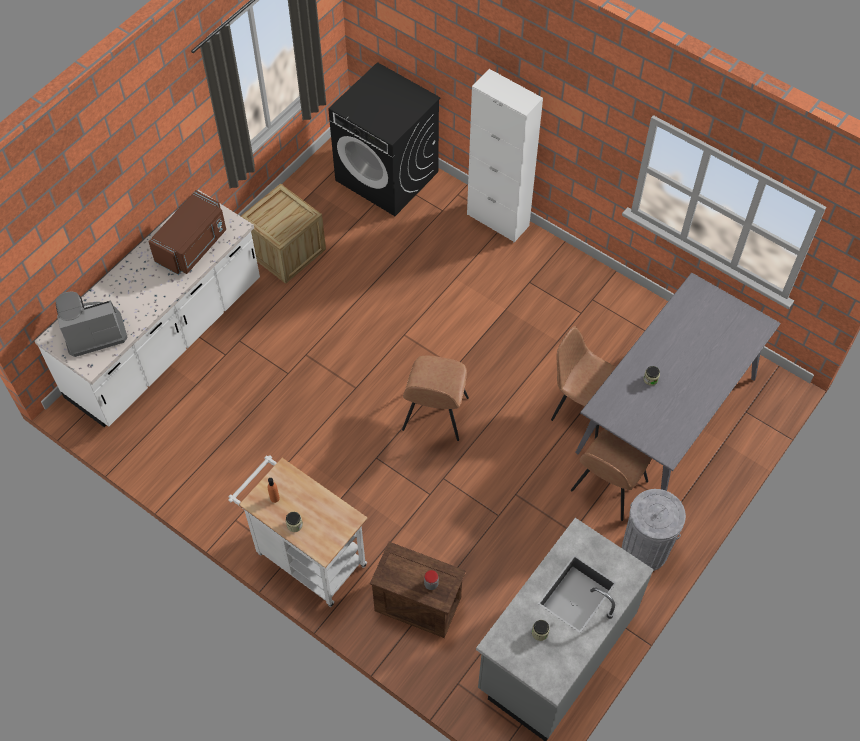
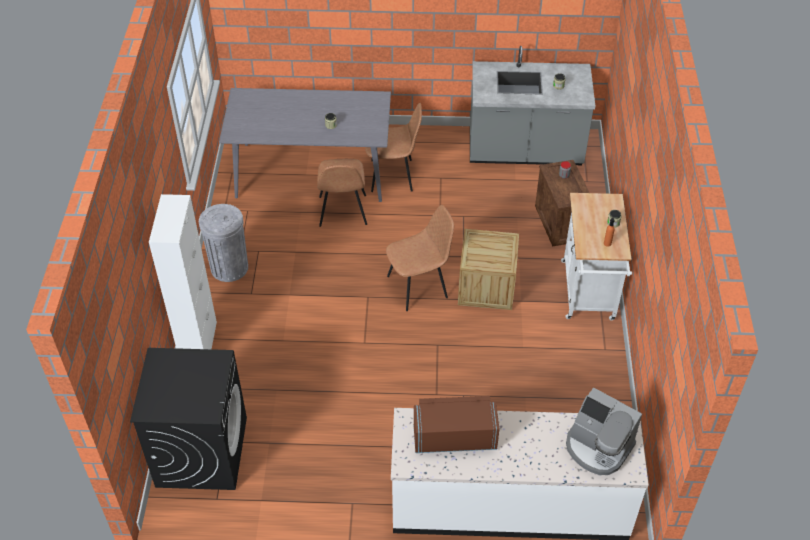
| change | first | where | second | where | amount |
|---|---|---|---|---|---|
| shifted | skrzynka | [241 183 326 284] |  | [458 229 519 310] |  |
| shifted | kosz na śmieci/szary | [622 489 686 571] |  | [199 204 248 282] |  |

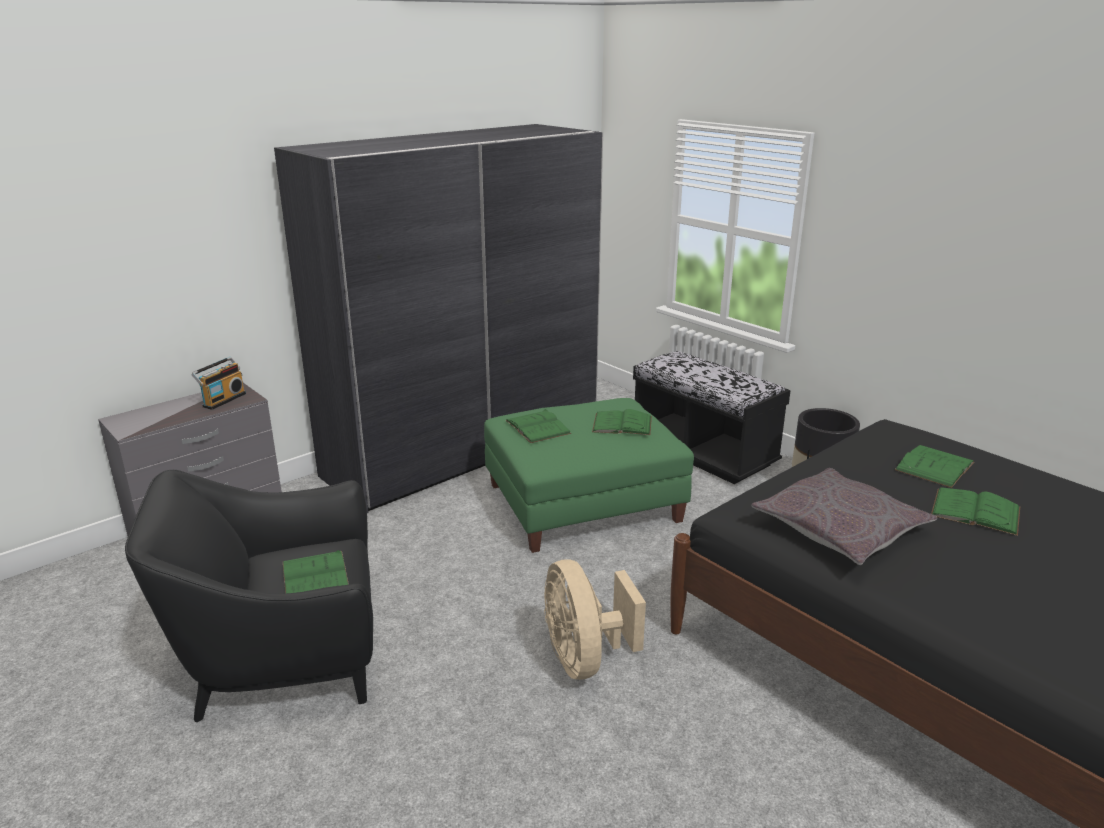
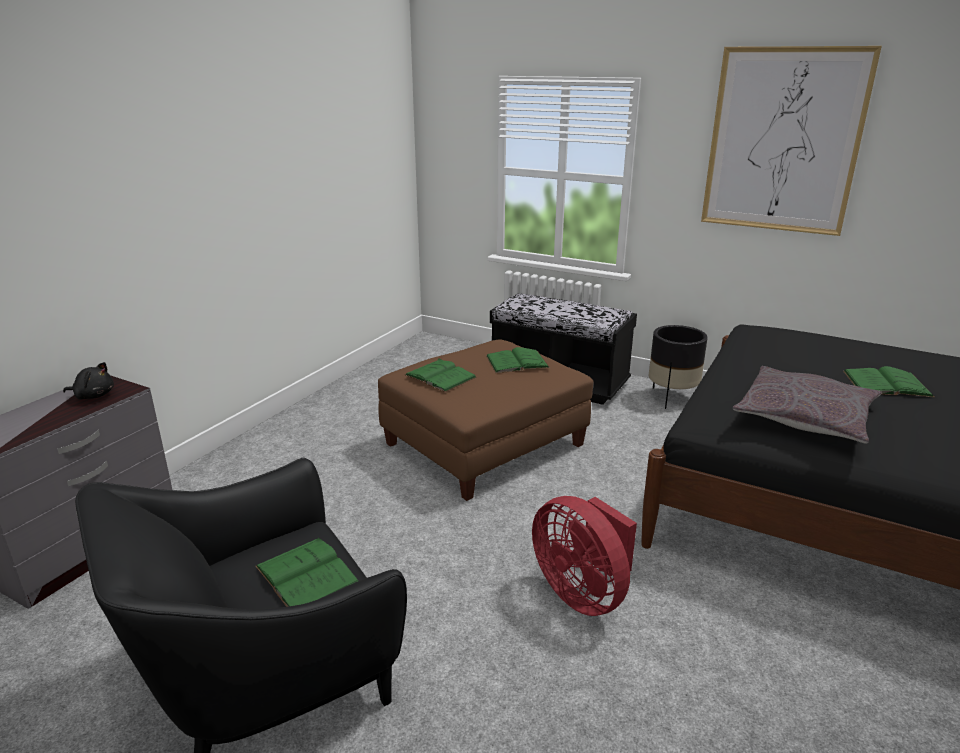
| change | first | where | second | where | amount |
|---|---|---|---|---|---|
| gone | szafa/szary | [274 124 603 513] |  |  |  |
| swapped | radio | [192 357 246 410] | pluszak/czarny | [63 362 114 399] |  |
| repainted | pufa/zielony | [484 398 694 553] | pufa/brązowy | [378 339 594 501] |  |
| gone | książka/zielony | [895 445 974 488] |  |  |  |
| repainted | wentylator/beżowy | [544 559 646 680] | wentylator/czerwony | [532 496 637 616] |  |
| new |  |  | obraz | [701 46 882 236] |  |

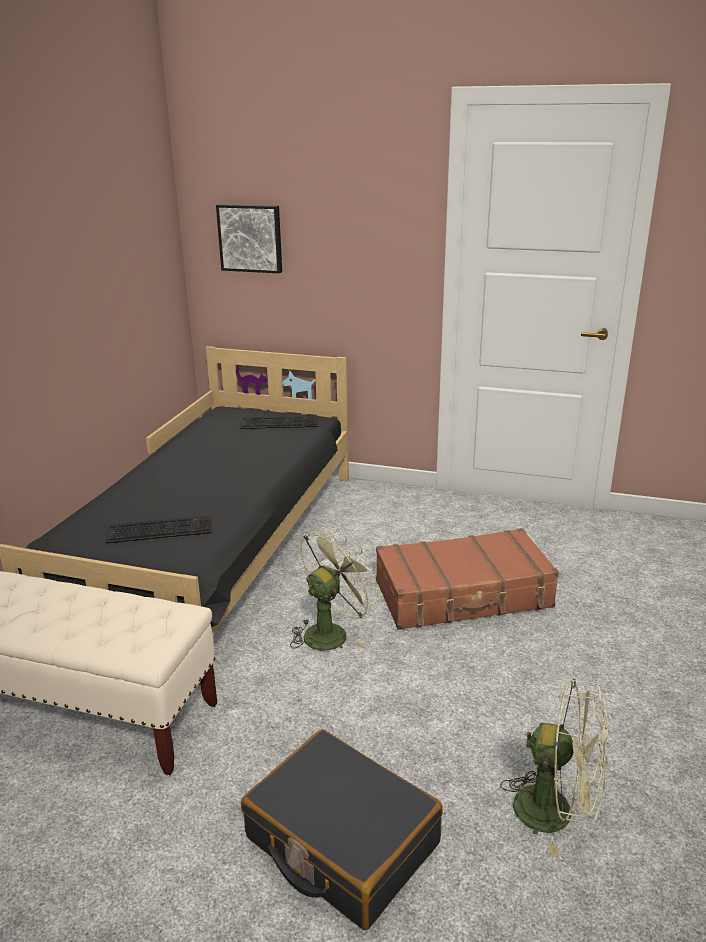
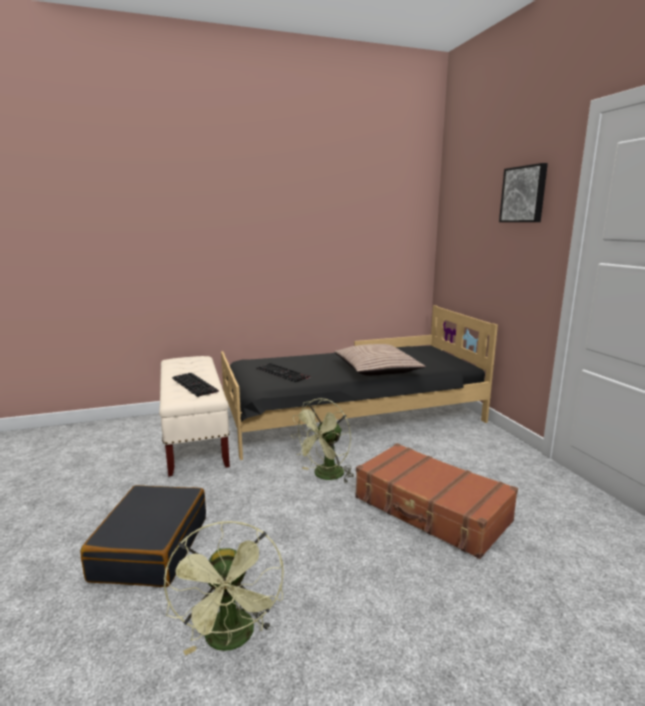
| change | first | where | second | where | amount |
|---|---|---|---|---|---|
| shifted | obraz | [216 204 282 274] |  | [499 163 548 222] |  |
| shifted | klawiatura | [240 416 318 429] |  | [172 373 219 397] |  |
| rotated | wentylator/zielony | [290 527 380 651] |  | [291 398 354 484] | 120 degrees clockwise |
| new |  |  | poduszka | [334 344 426 376] |  |

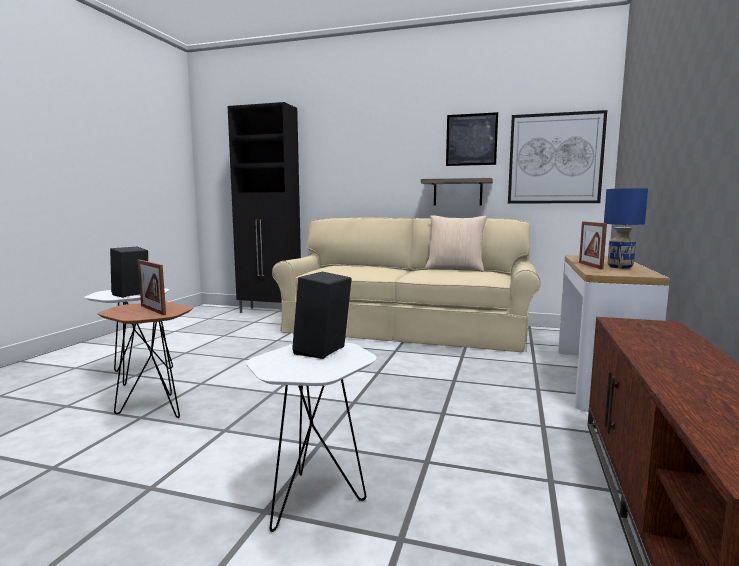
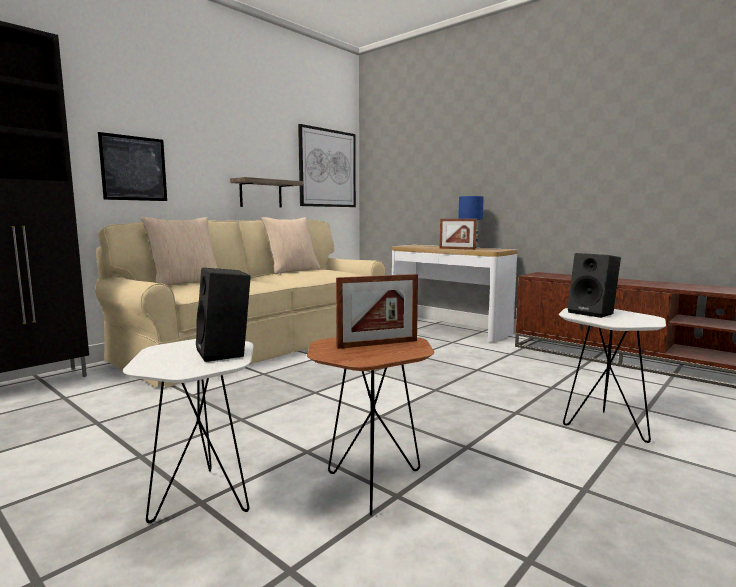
| change | first | where | second | where | amount |
|---|---|---|---|---|---|
| shifted | obraz | [446 112 498 166] |  | [98 132 167 201] |  |
| new |  |  | poduszka/beżowy | [141 217 218 285] |  |

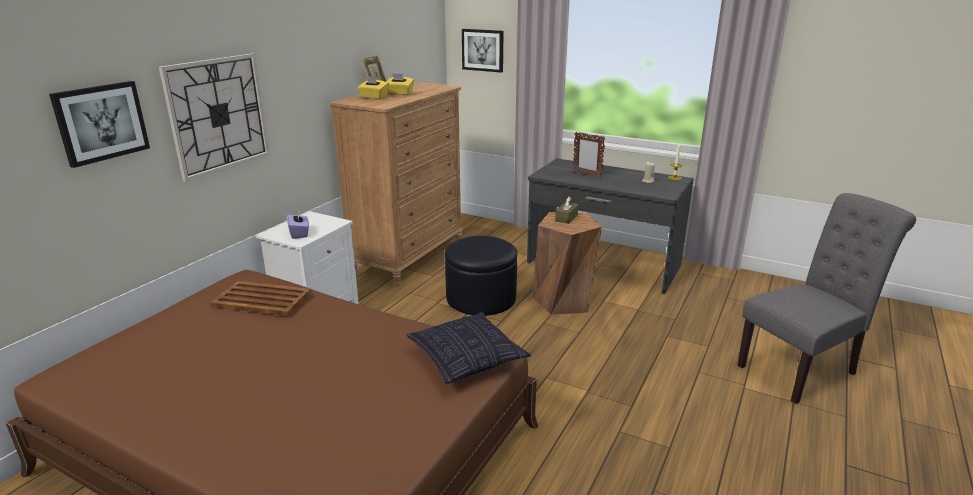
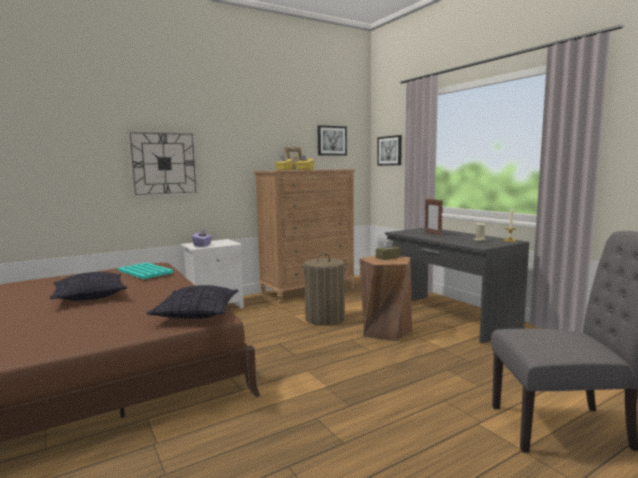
| change | first | where | second | where | amount |
|---|---|---|---|---|---|
| shifted | obraz | [49 81 150 168] |  | [317 125 347 156] |  |
| swapped | pufa/czarny | [445 236 517 316] | kosz na pranie | [299 253 349 326] |  |
| repainted | taca/brązowy | [210 281 311 316] | taca/turkusowy | [118 263 174 279] |  |
| new |  |  | poduszka | [50 272 127 301] |  |

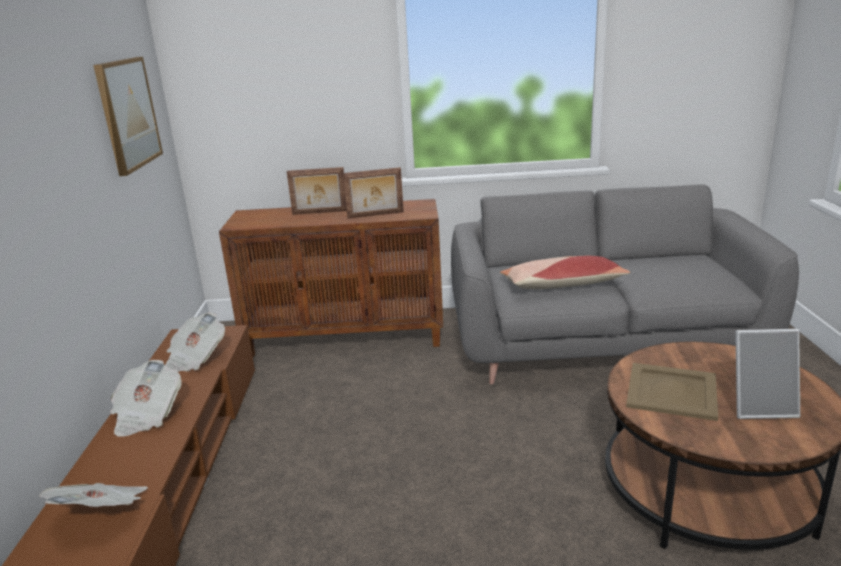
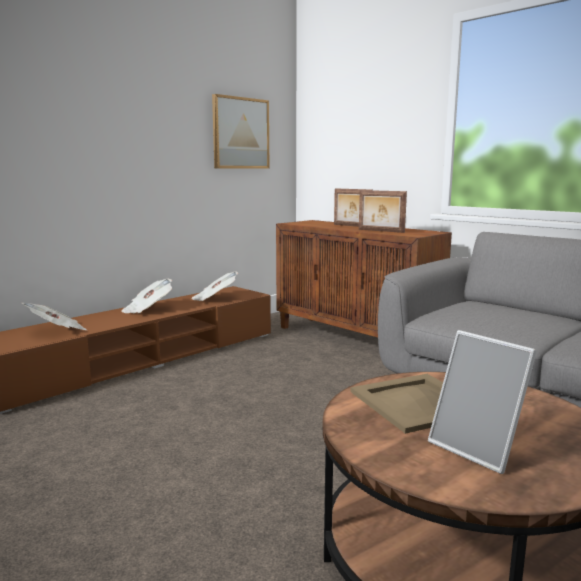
| change | first | where | second | where | amount |
|---|---|---|---|---|---|
| gone | poduszka | [500 256 631 289] |  |  |  |

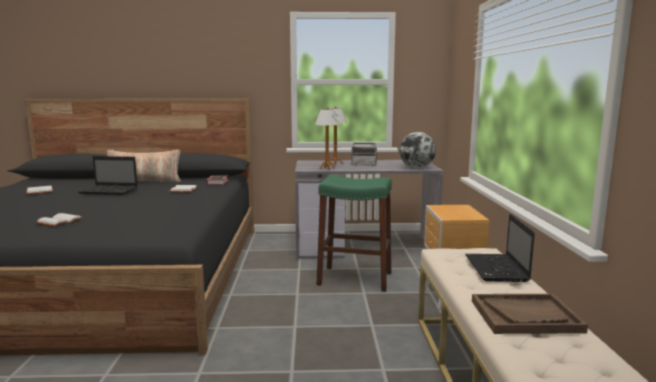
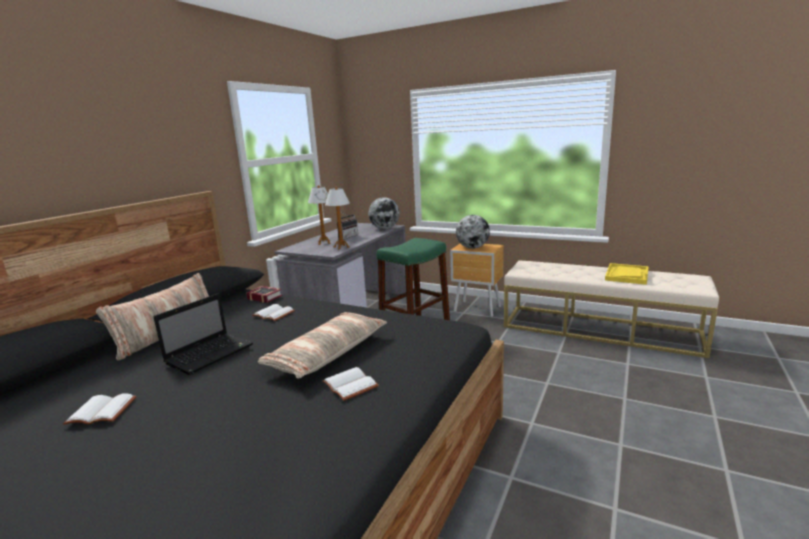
| change | first | where | second | where | amount |
|---|---|---|---|---|---|
| gone | laptop | [465 214 535 282] |  |  |  |
| repainted | taca/brązowy | [472 294 588 334] | taca/żółty | [605 263 649 285] |  |
| new |  |  | globus | [456 215 490 249] |  |
| new |  |  | poduszka | [258 312 387 378] |  |

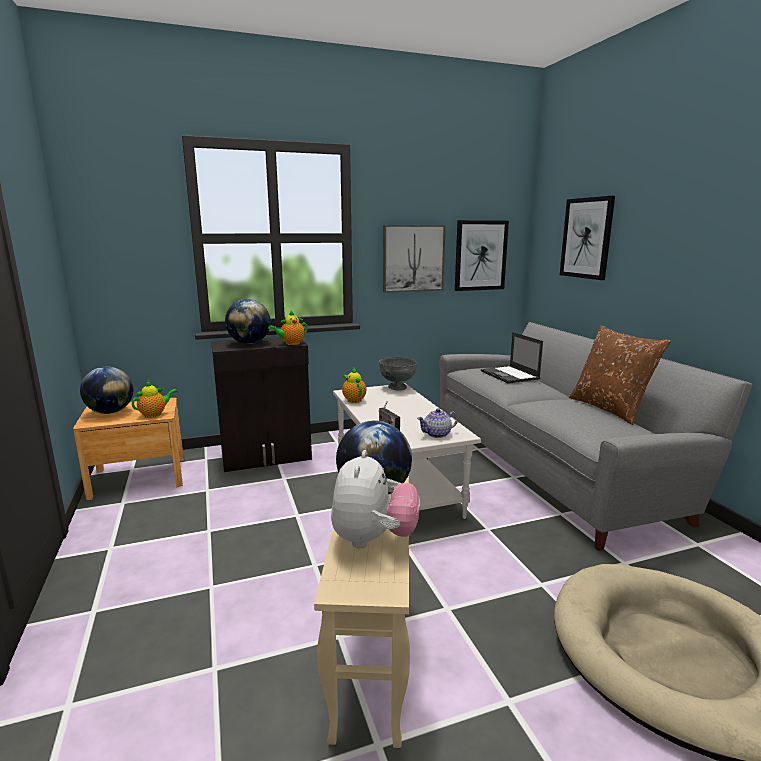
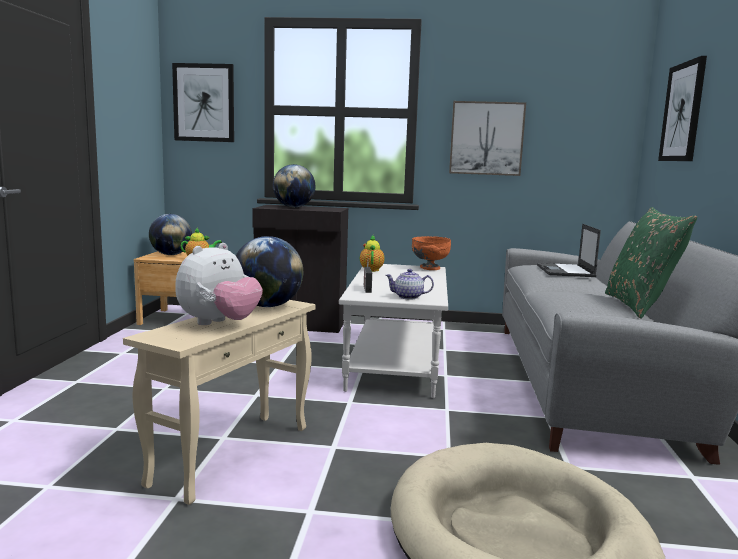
| change | first | where | second | where | amount |
|---|---|---|---|---|---|
| shifted | obraz | [455 220 509 291] |  | [172 63 234 142] |  |
| gone | imbryk | [268 311 308 345] |  |  |  |
| repainted | poduszka/brązowy | [569 325 671 425] | poduszka/zielony | [605 207 697 319] |  |
| repainted | miska/szary | [379 357 416 390] | miska/pomarańczowy | [412 236 451 270] |  |

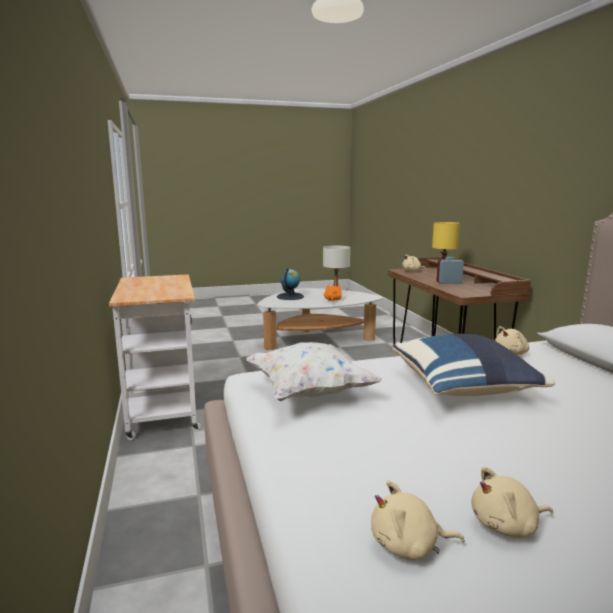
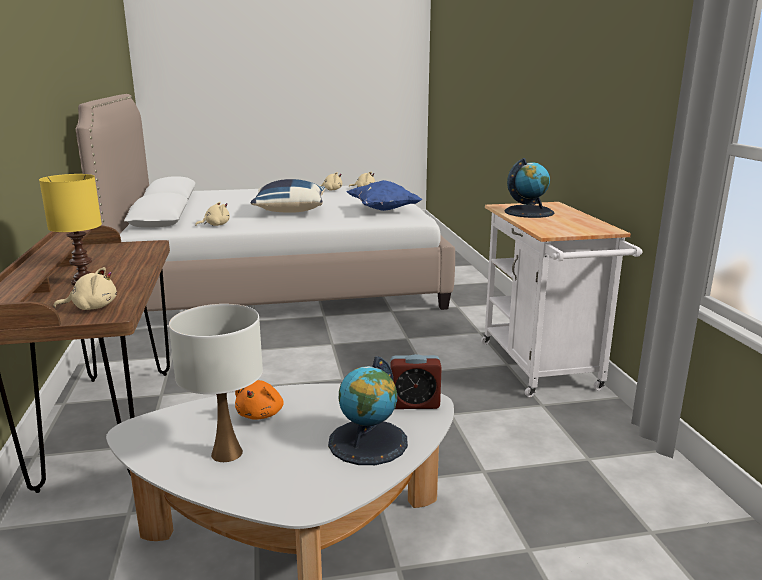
| change | first | where | second | where | amount |
|---|---|---|---|---|---|
| shifted | budzik | [436 257 464 284] |  | [390 354 442 409] |  |
| repainted | poduszka/biały | [246 342 383 402] | poduszka/niebieski | [347 180 422 211] |  |
| new |  |  | globus | [505 158 554 218] |  |

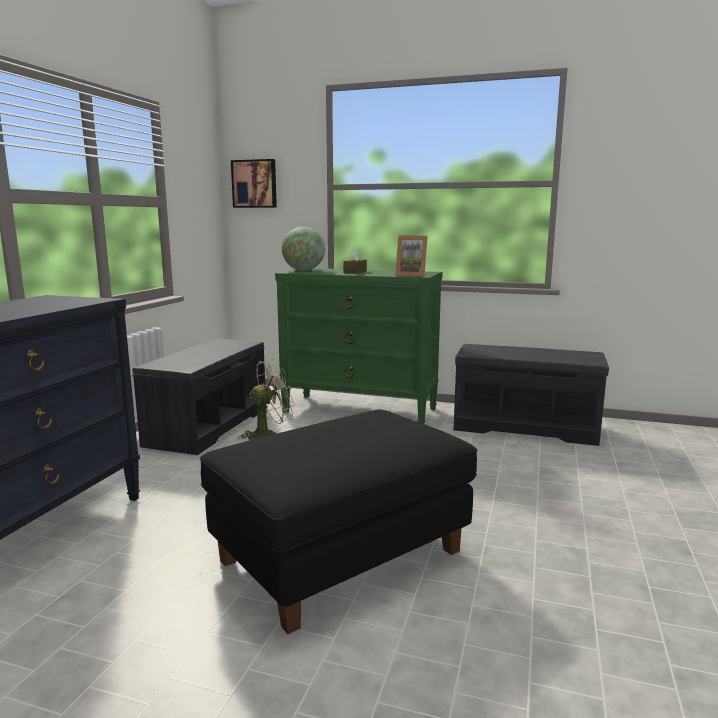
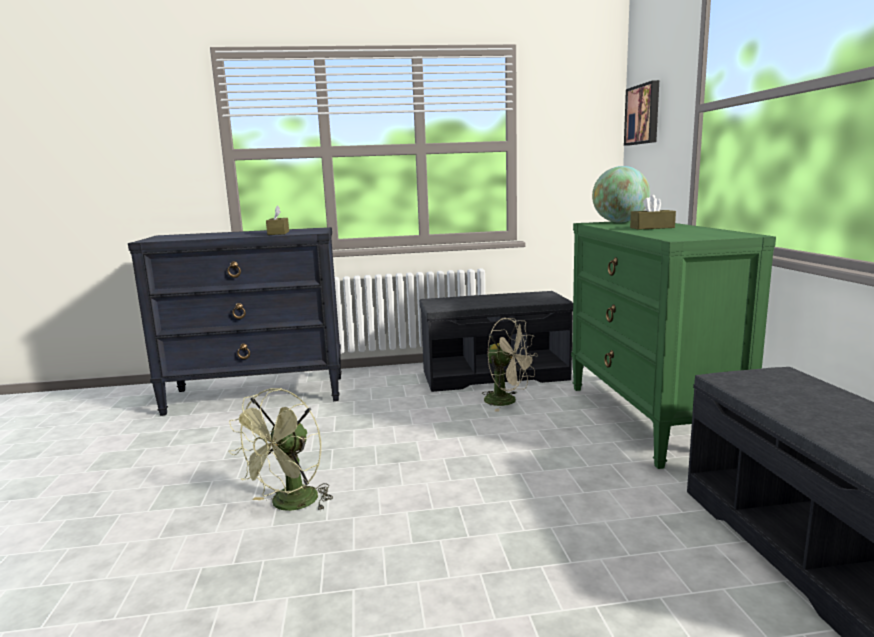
| change | first | where | second | where | amount |
|---|---|---|---|---|---|
| gone | ramka na zdjęcie | [395 236 427 277] |  |  |  |
| swapped | pufa/czarny | [200 409 478 634] | wentylator/zielony | [228 388 333 511] |  |
| new |  |  | pudełko chusteczek/brązowy | [266 205 289 235] |  |

